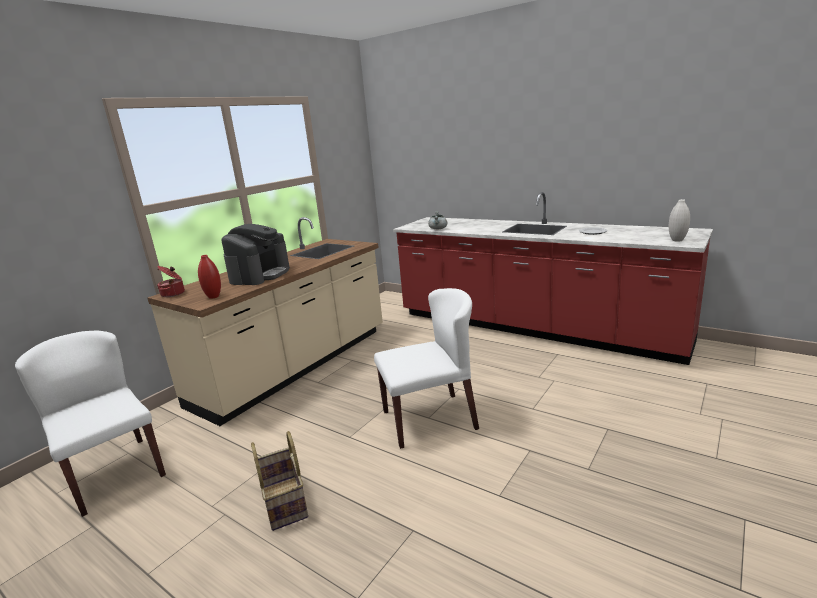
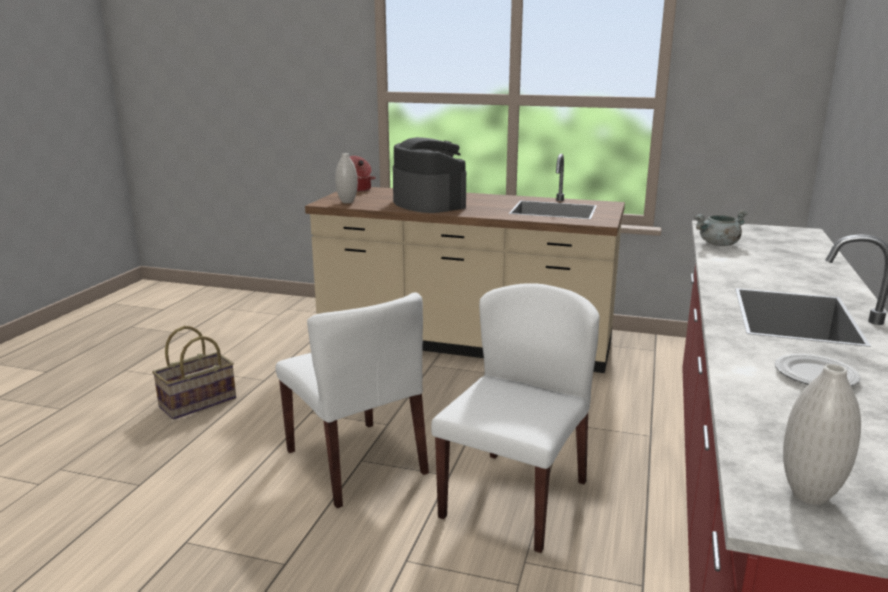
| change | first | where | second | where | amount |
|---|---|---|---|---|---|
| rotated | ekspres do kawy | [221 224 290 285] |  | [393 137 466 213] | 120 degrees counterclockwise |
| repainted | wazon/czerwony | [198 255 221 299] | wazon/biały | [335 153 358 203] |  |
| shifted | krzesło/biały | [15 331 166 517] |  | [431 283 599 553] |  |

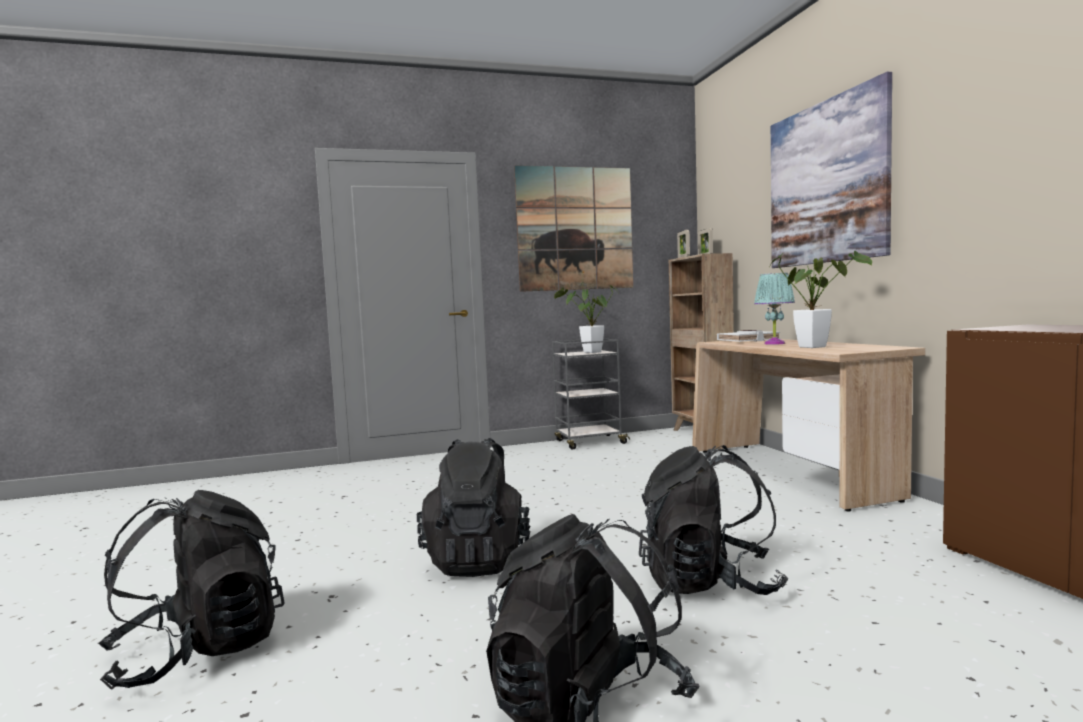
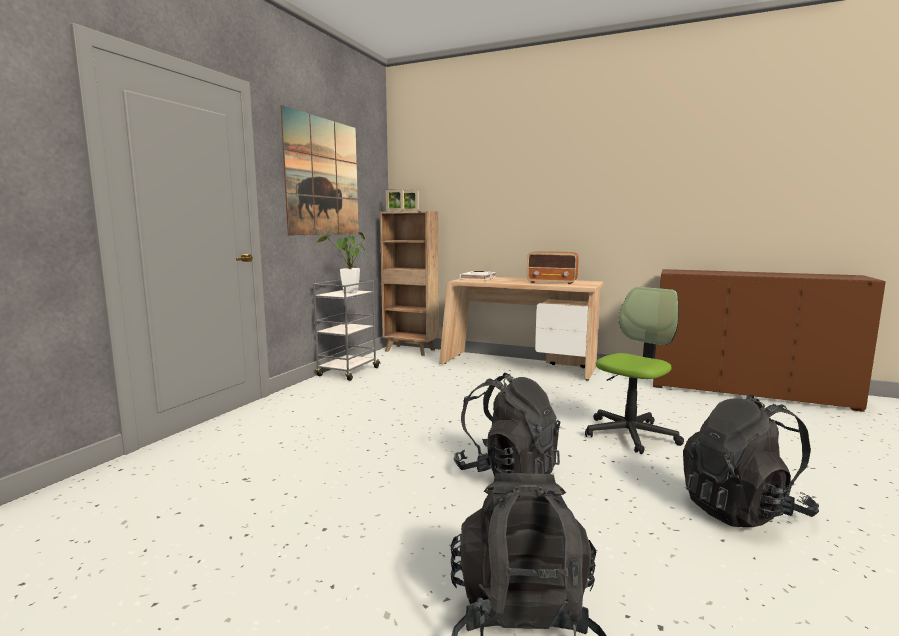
| change | first | where | second | where | amount |
|---|---|---|---|---|---|
| gone | obraz | [771 72 892 268] |  |  |  |
| swapped | roślina doniczkowa | [770 251 872 348] | radio | [527 251 579 284] |  |
| gone | lampa stołowa/turkusowy | [754 273 795 345] |  |  |  |
| swapped | plecak/czarny | [639 445 788 595] | krzesło biurowe | [585 287 684 454] |  |

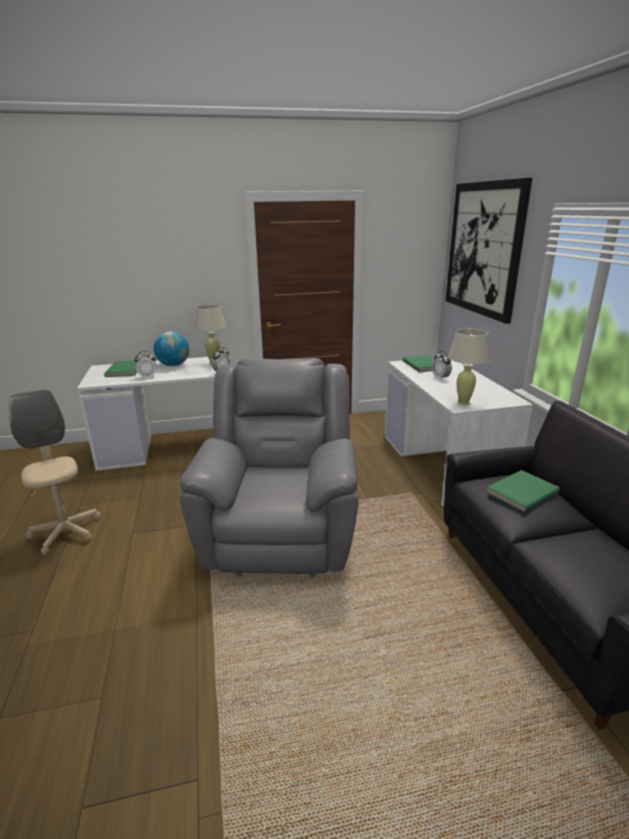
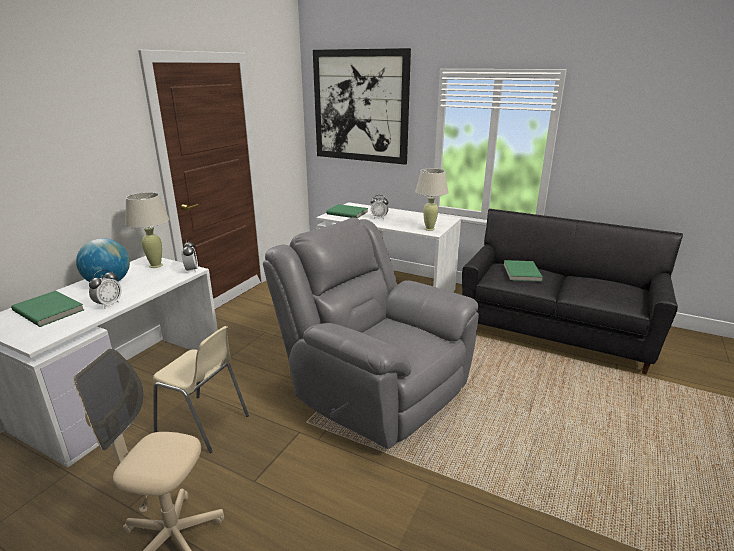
| change | first | where | second | where | amount |
|---|---|---|---|---|---|
| new |  |  | krzesło/beżowy | [153 326 249 453] |  |

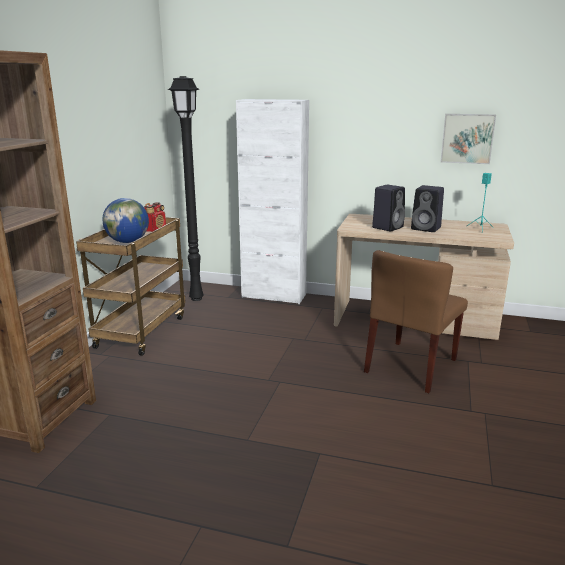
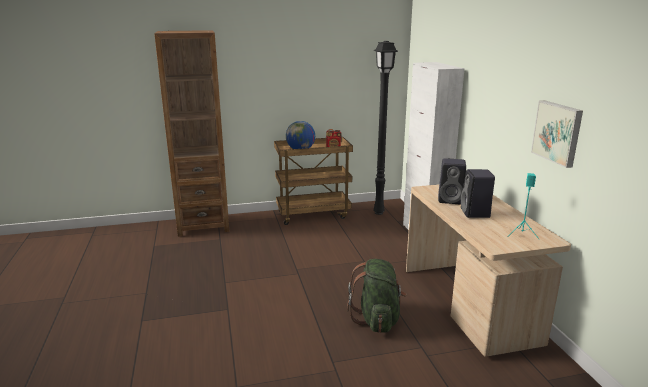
| change | first | where | second | where | amount |
|---|---|---|---|---|---|
| swapped | krzesło/brązowy | [364 250 468 393] | plecak/zielony | [347 259 407 333] |  |

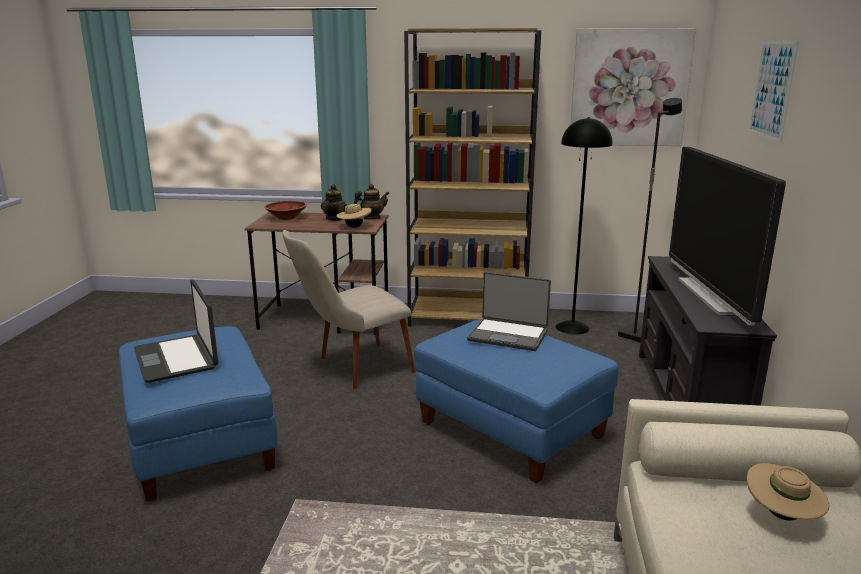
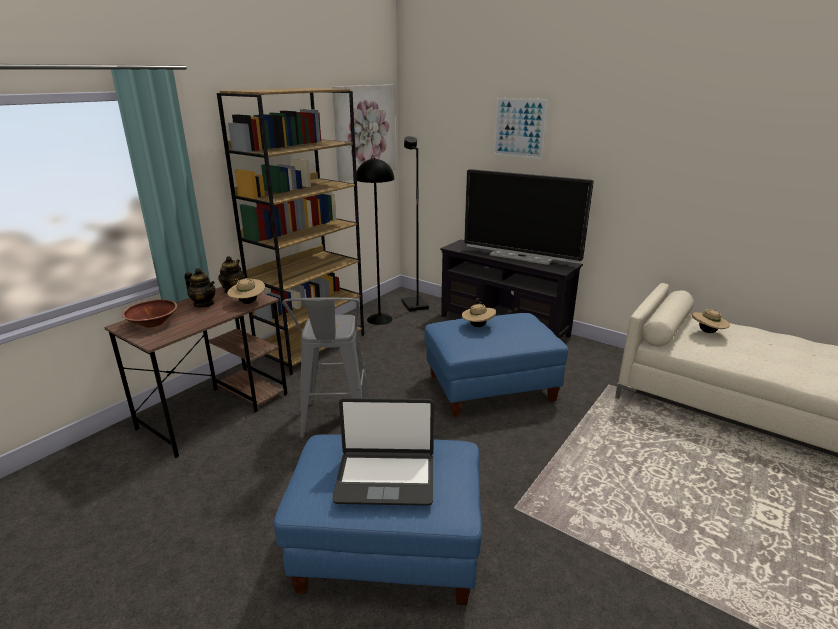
| change | first | where | second | where | amount |
|---|---|---|---|---|---|
| swapped | krzesło/beżowy | [283 230 415 389] | stołek/szary | [282 297 369 438] |  |
| swapped | laptop | [467 272 551 351] | kapelusz/beżowy | [462 303 496 327] |  |

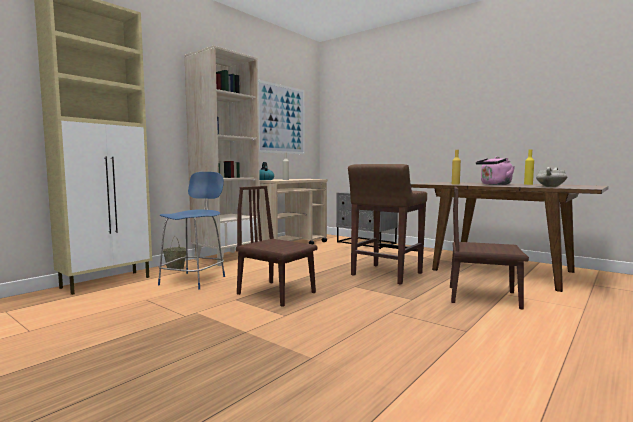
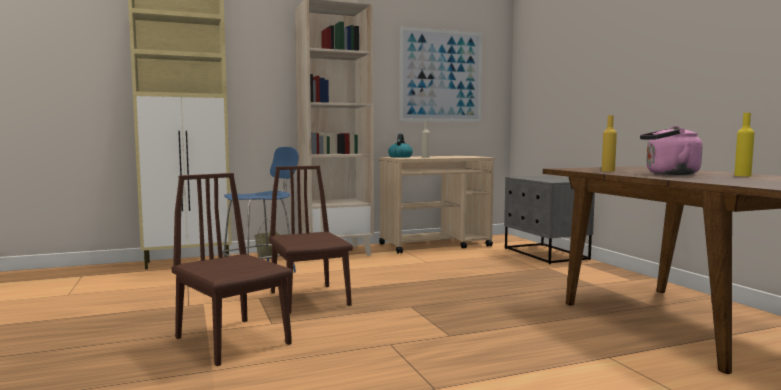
| change | first | where | second | where | amount |
|---|---|---|---|---|---|
| gone | stołek/brązowy | [348 164 427 285] |  |  |  |
| gone | garnek/biały | [536 167 567 187] |  |  |  |
| shifted | krzesło/brązowy | [450 187 529 310] |  | [172 173 293 366] |  |

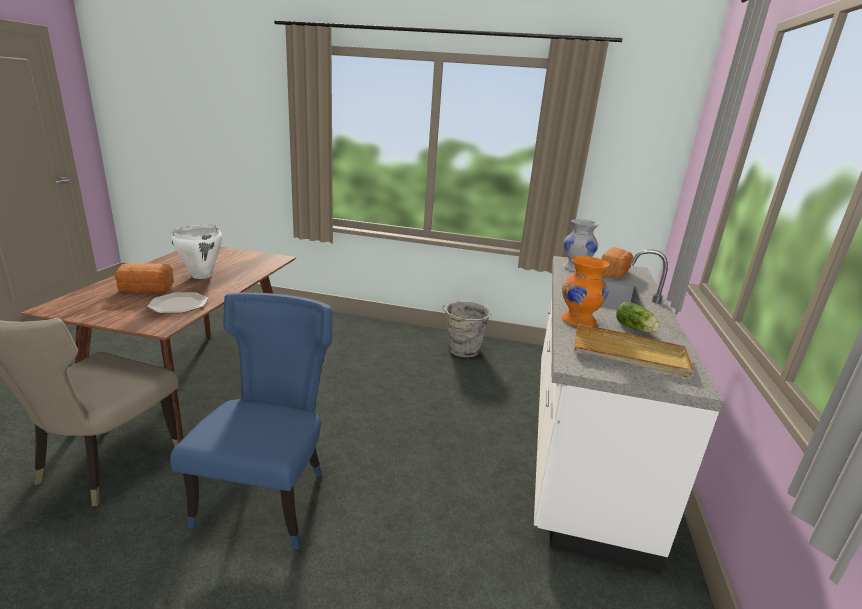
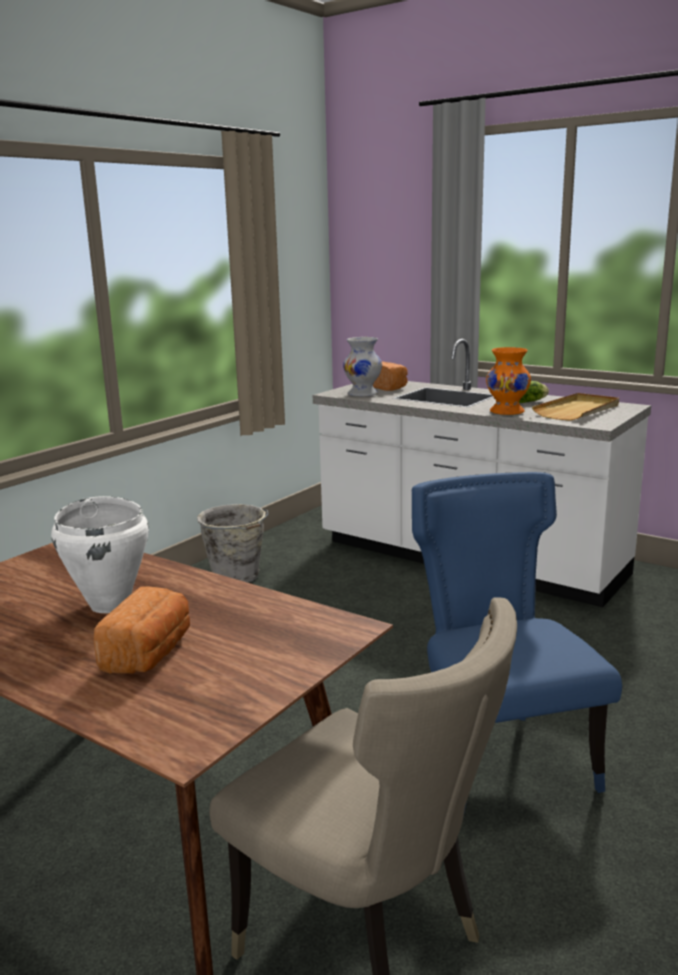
| change | first | where | second | where | amount |
|---|---|---|---|---|---|
| gone | talerz | [147 293 208 313] |  |  |  |
| rotated | krzesło/niebieski | [170 293 332 549] |  | [412 472 622 817] | 45 degrees clockwise |

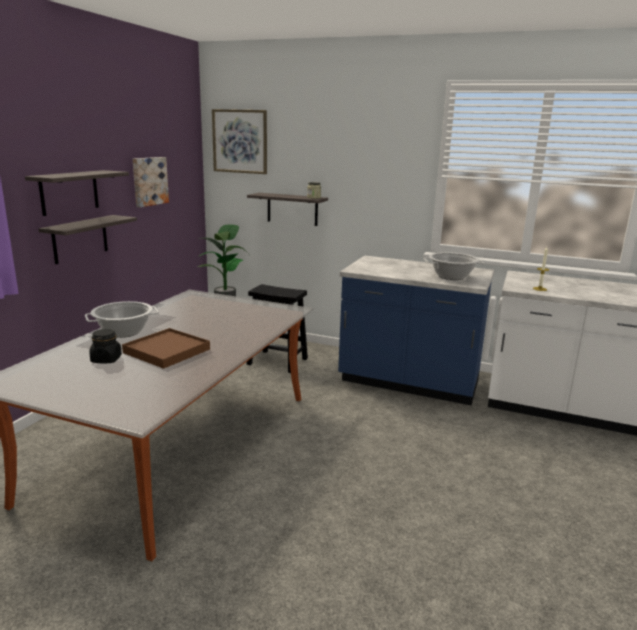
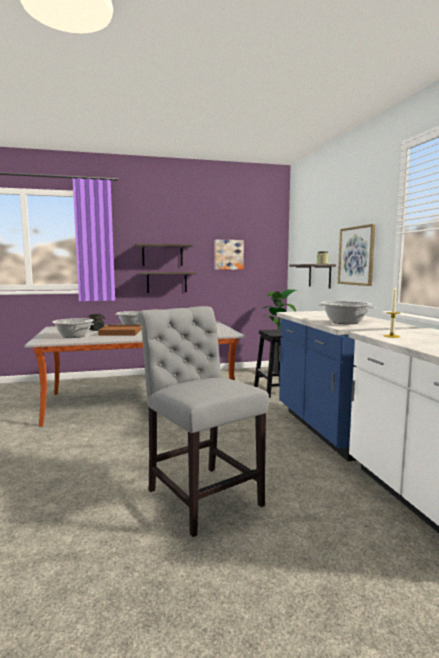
| change | first | where | second | where | amount |
|---|---|---|---|---|---|
| shifted | obraz | [212 109 267 174] |  | [338 224 375 286] |  |
| new |  |  | krzesło/szary | [137 306 269 537] |  |
| new |  |  | garnek | [52 318 94 338] |  |

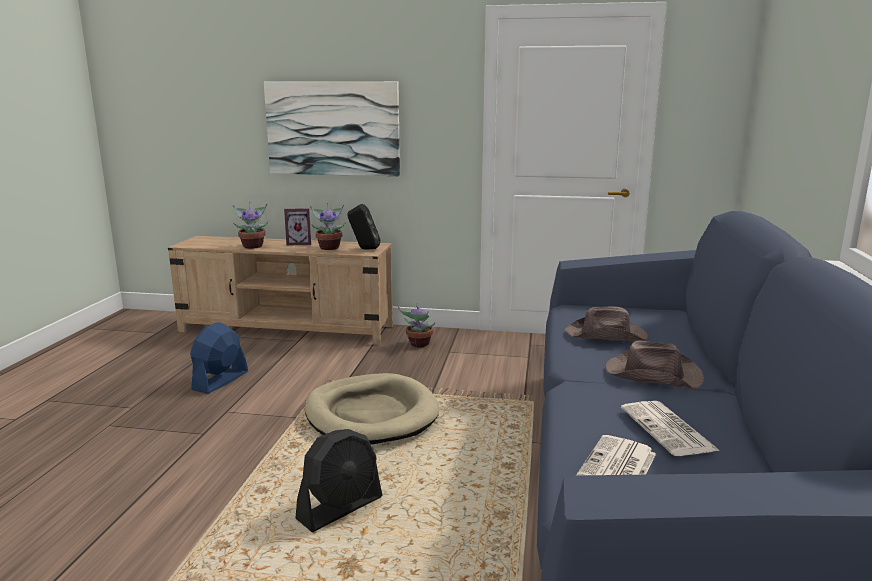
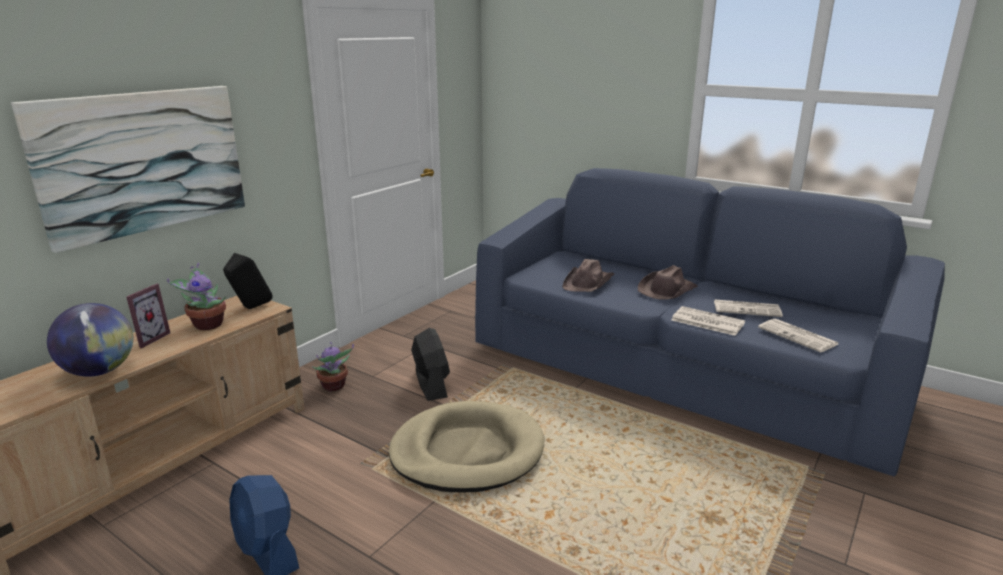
| change | first | where | second | where | amount |
|---|---|---|---|---|---|
| swapped | roślina doniczkowa | [233 202 269 249] | globus | [47 303 133 377] |  |
| shifted | wentylator/czarny | [295 429 382 532] |  | [411 328 450 401] |  |
| new |  |  | gazeta | [672 306 745 336] |  |

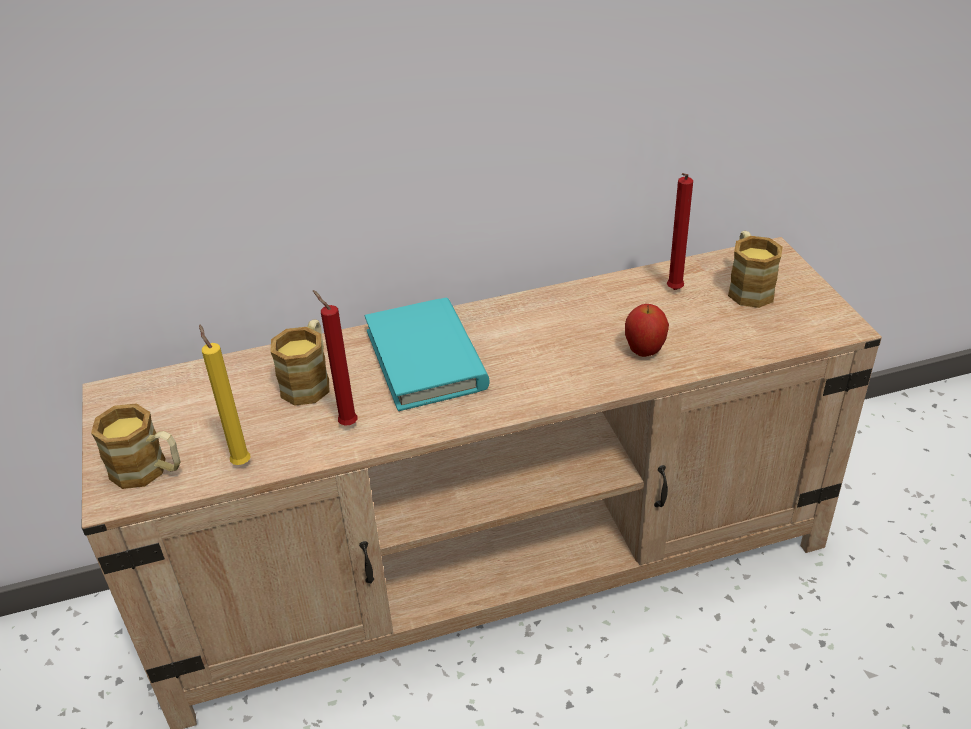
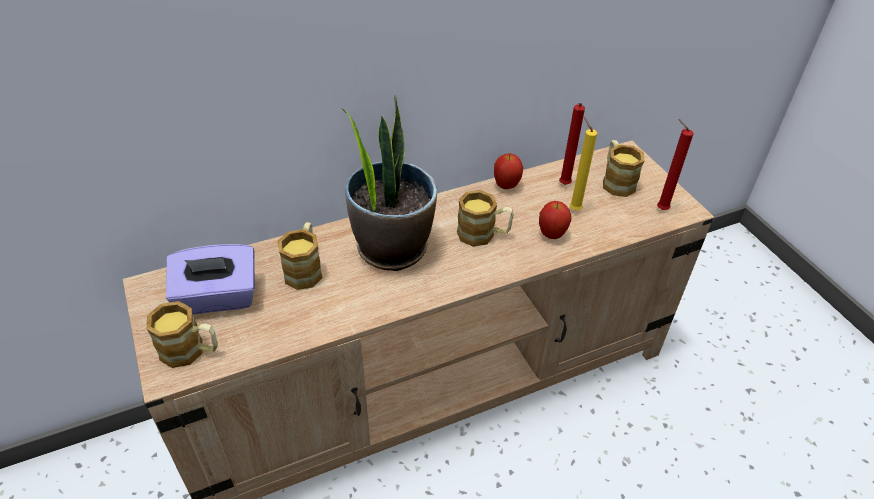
| change | first | where | second | where | amount |
|---|---|---|---|---|---|
| shifted | świeca/czerwony | [313 290 357 426] |  | [657 119 693 210] |  |
| swapped | książka/turkusowy | [365 298 490 411] | roślina doniczkowa | [342 95 437 271] |  |
| shifted | świeca/żółty | [199 324 251 465] |  | [570 117 597 210] |  |
| new |  |  | jabłko | [494 153 523 189] |  |
| new |  |  | kubek | [457 190 514 247] |  |
| new |  |  | pudełko chusteczek/fioletowy | [166 244 255 314] |  |

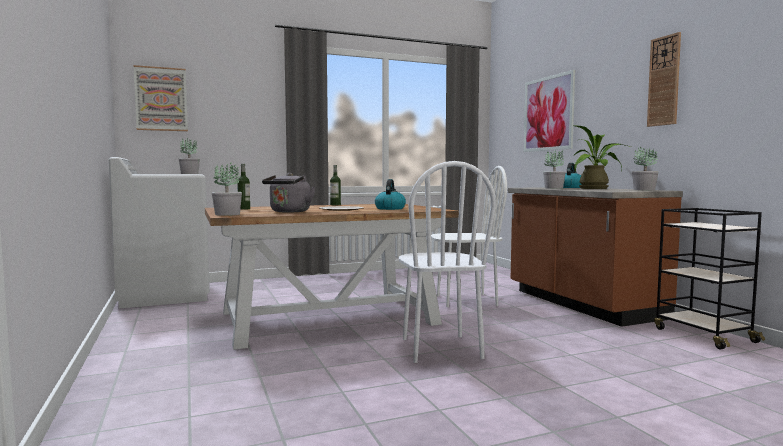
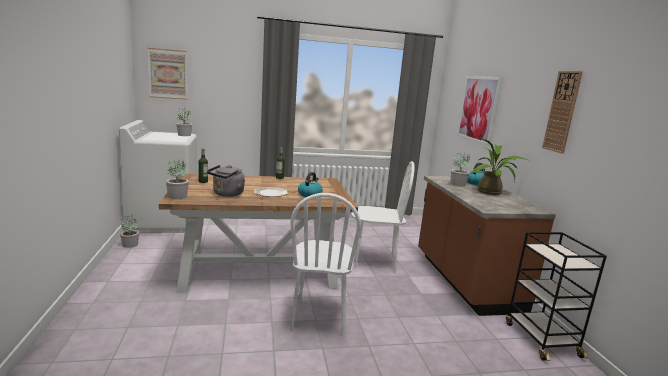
| change | first | where | second | where | amount |
|---|---|---|---|---|---|
| shifted | roślina doniczkowa | [632 147 658 190] |  | [120 216 139 248] |  |

